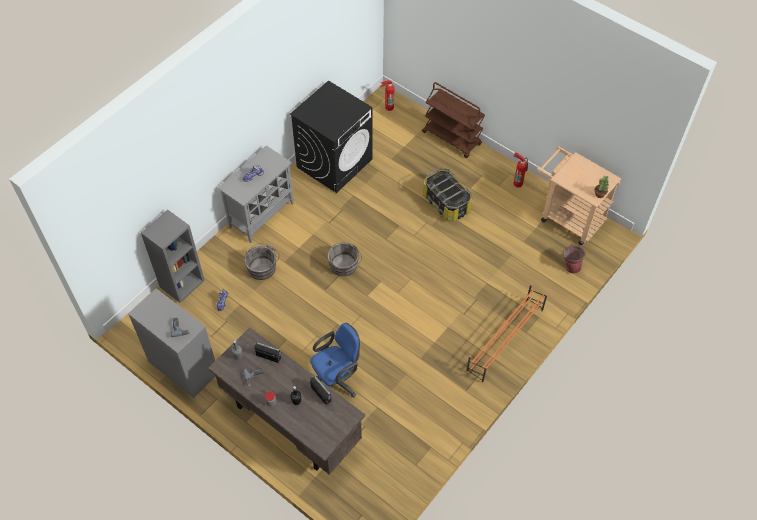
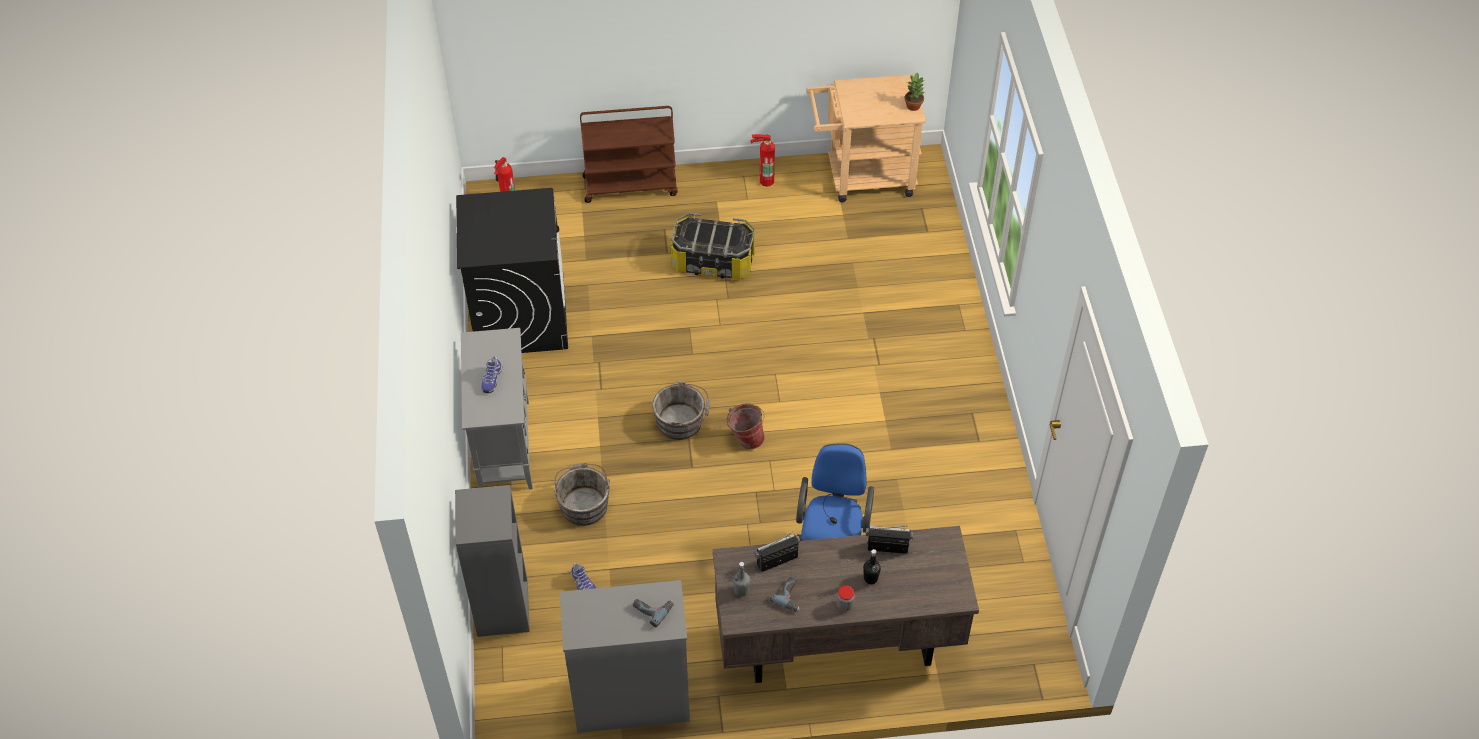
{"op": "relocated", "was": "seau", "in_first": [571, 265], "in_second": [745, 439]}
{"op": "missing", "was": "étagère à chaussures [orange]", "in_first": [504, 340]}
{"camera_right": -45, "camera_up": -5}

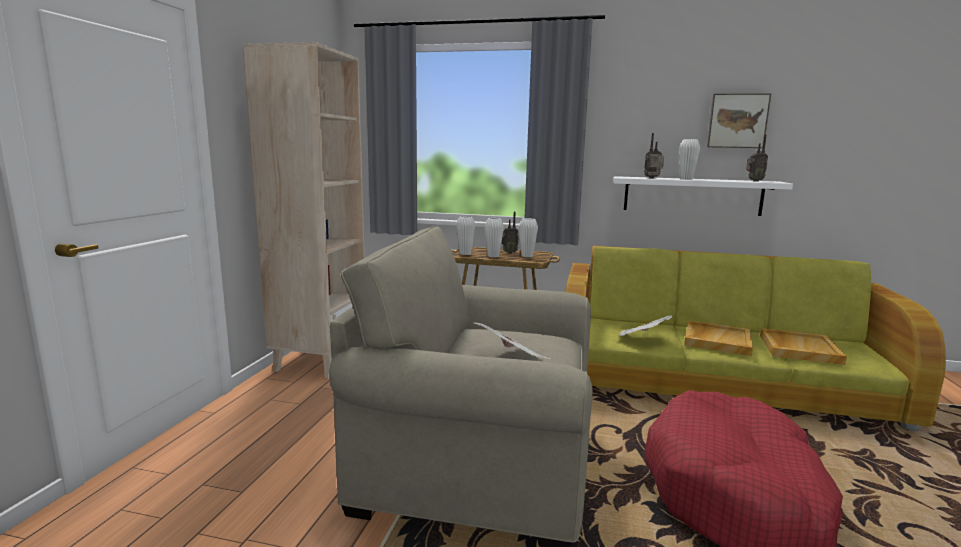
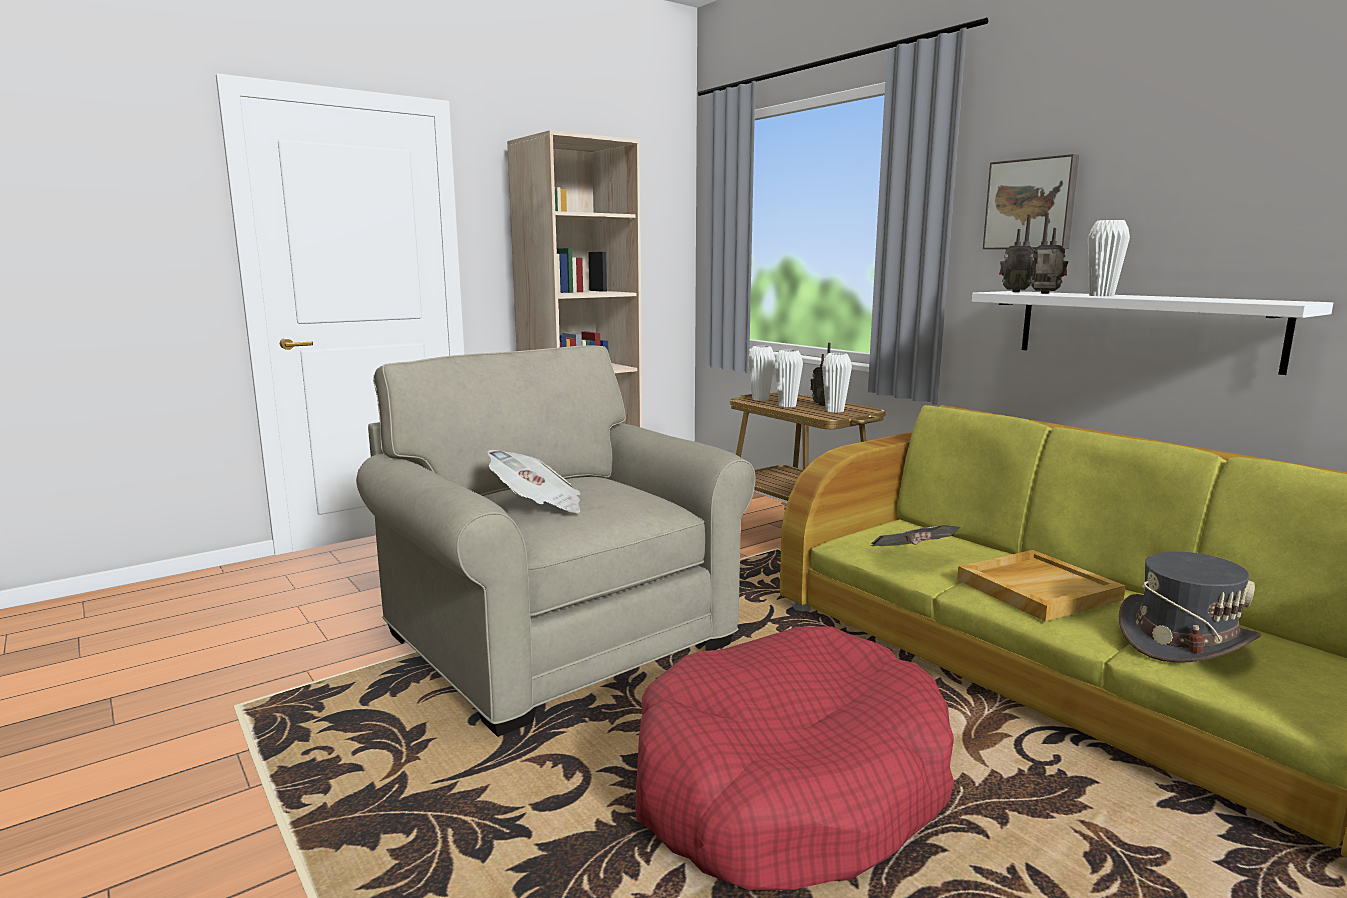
{"op": "relocated", "was": "tableau", "in_first": [737, 121], "in_second": [1031, 204]}
{"op": "relocated", "was": "radio", "in_first": [753, 181], "in_second": [1014, 292]}
{"op": "exchanged", "was": "plateau [beige]", "now": "chapeau [gris]", "in_first": [798, 349], "in_second": [1184, 640]}
{"camera_right": 40, "camera_up": 0}

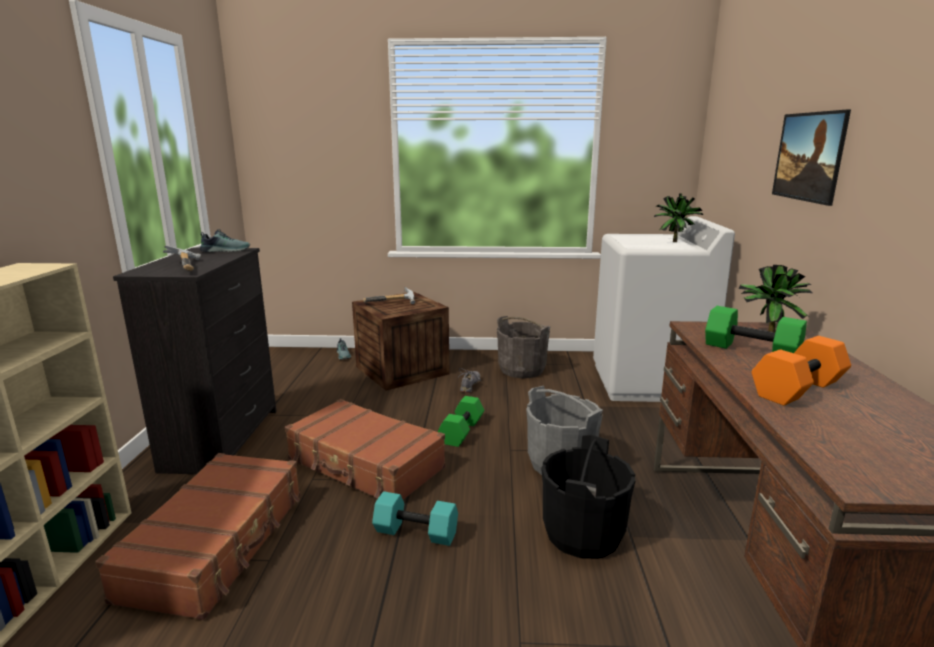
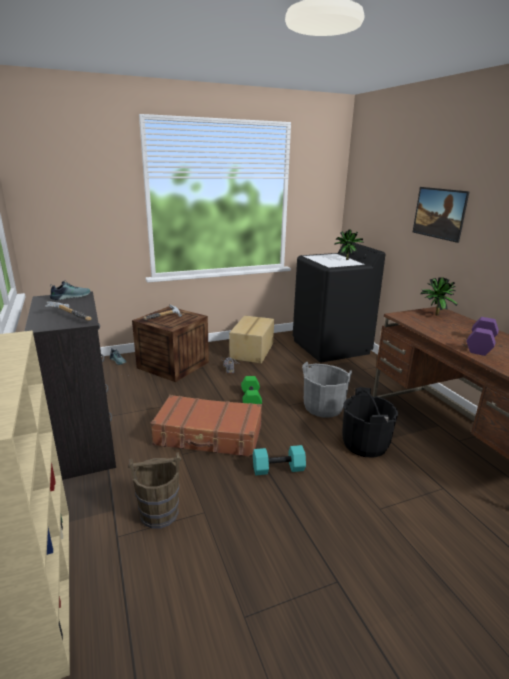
{"op": "exchanged", "was": "valise [marron]", "now": "seau [marron]", "in_first": [217, 544], "in_second": [159, 513]}
{"op": "exchanged", "was": "seau [gris]", "now": "carton", "in_first": [522, 369], "in_second": [252, 351]}
{"op": "colour", "was": "lave-linge [blanc]", "now": "lave-linge [noir]", "in_first": [647, 382], "in_second": [331, 347]}
{"op": "colour", "was": "haltère [orange]", "now": "haltère [violet]", "in_first": [796, 388], "in_second": [479, 345]}
{"op": "missing", "was": "haltère [vert]", "in_first": [752, 350]}
{"camera_right": -25, "camera_up": 5}

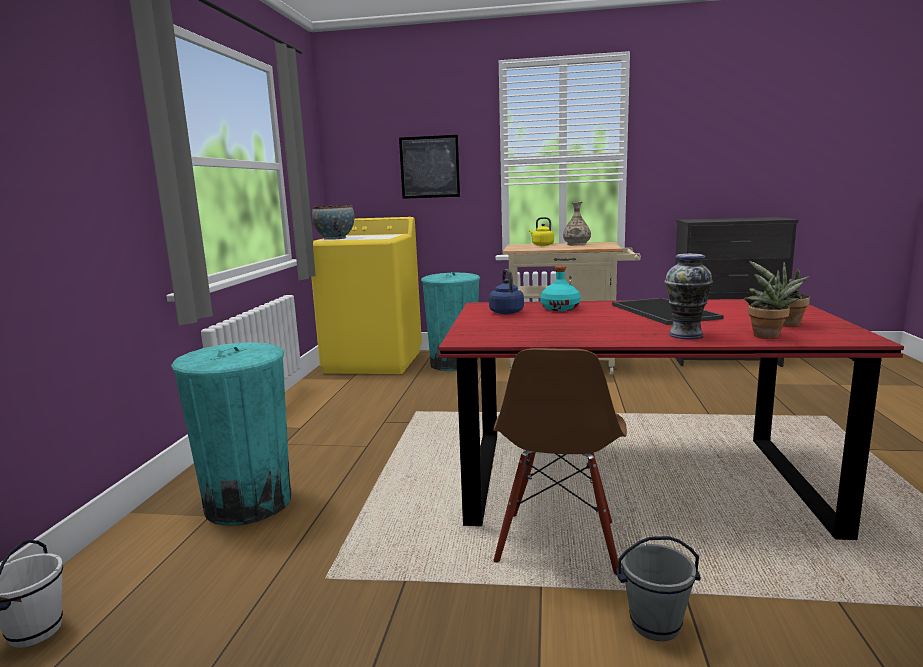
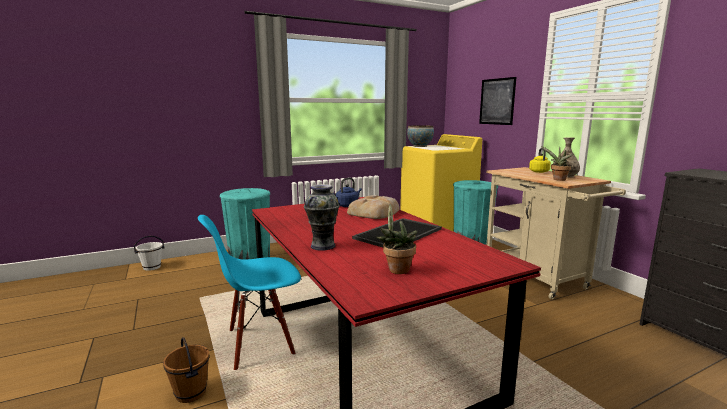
{"op": "colour", "was": "seau [gris]", "now": "seau [marron]", "in_first": [655, 625], "in_second": [190, 393]}
{"op": "colour", "was": "chaise [marron]", "now": "chaise [bleu]", "in_first": [558, 543], "in_second": [259, 343]}
{"op": "exchanged", "was": "bouteille [turquoise]", "now": "pain", "in_first": [560, 308], "in_second": [374, 212]}
{"op": "relocated", "was": "plante en pot", "in_first": [766, 337], "in_second": [558, 179]}
{"camera_right": 55, "camera_up": 0}

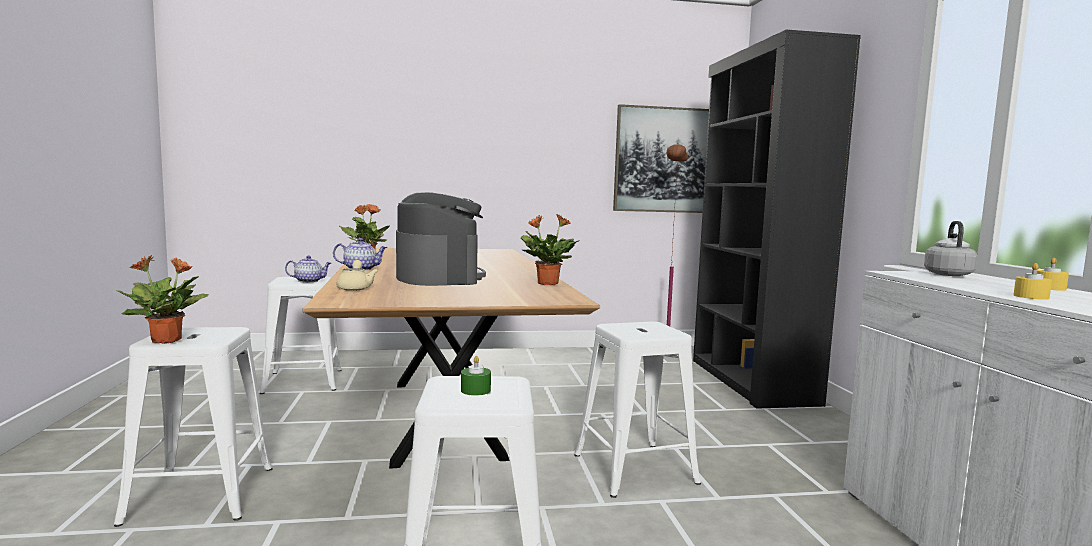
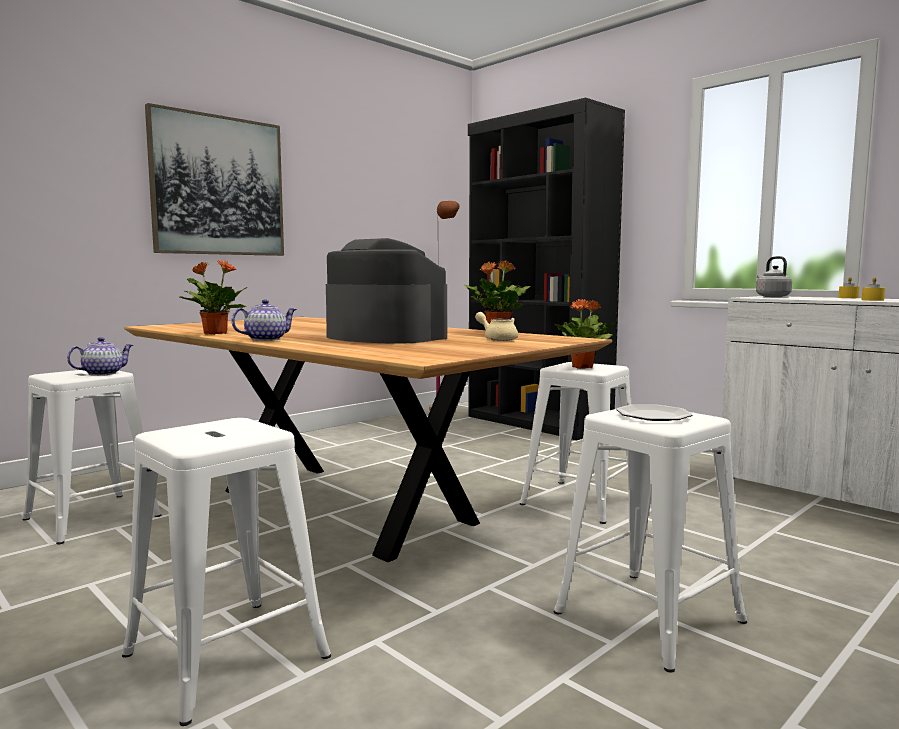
{"op": "relocated", "was": "tableau", "in_first": [665, 160], "in_second": [218, 186]}
{"op": "relocated", "was": "théière [beige]", "in_first": [355, 288], "in_second": [497, 339]}
{"op": "relocated", "was": "plante en pot", "in_first": [167, 340], "in_second": [583, 367]}
{"op": "exchanged", "was": "bougie [vert]", "now": "assiette", "in_first": [475, 390], "in_second": [654, 416]}
{"camera_right": -35, "camera_up": 0}

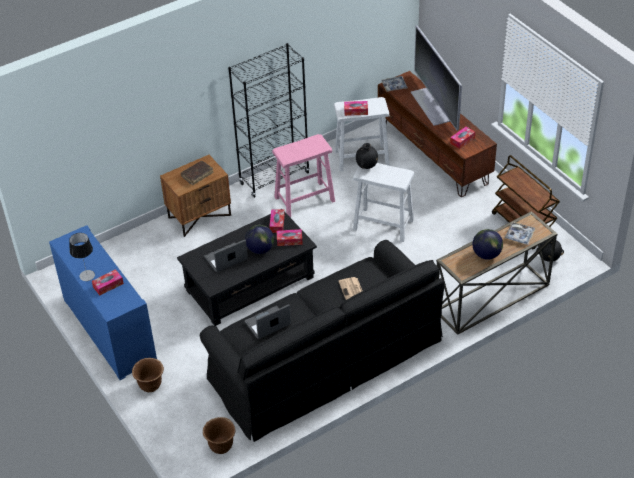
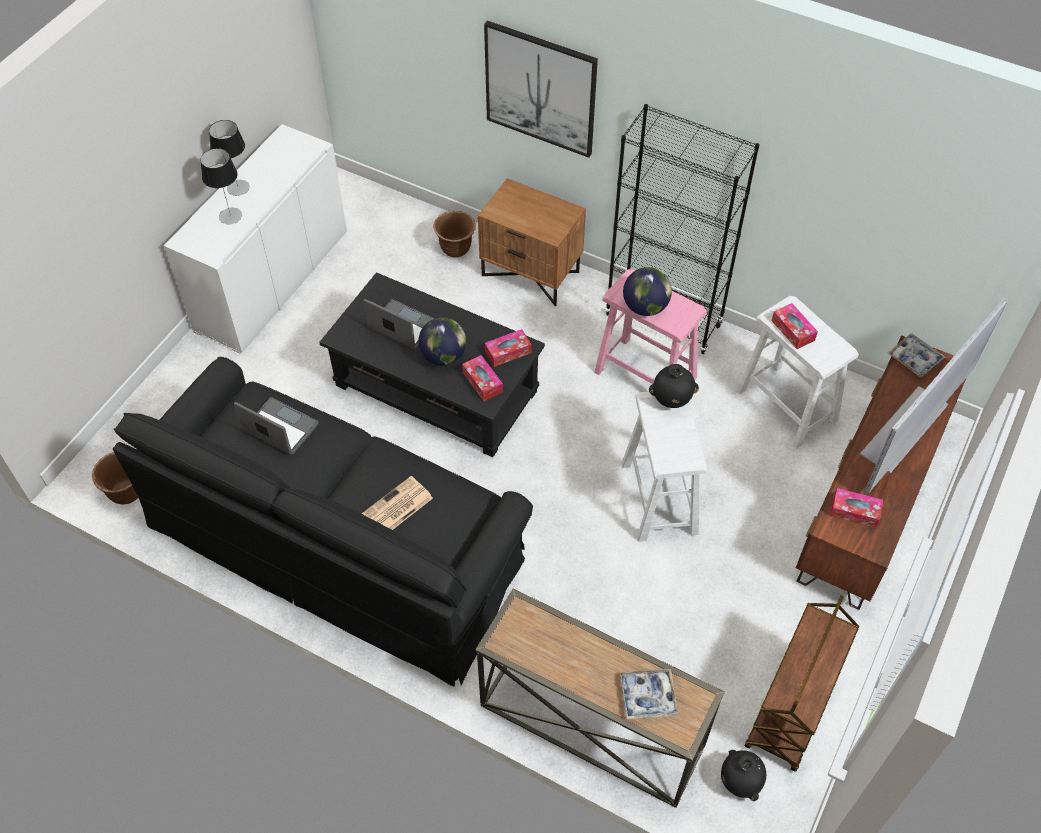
{"op": "colour", "was": "meuble de rangement [bleu]", "now": "meuble de rangement [blanc]", "in_first": [109, 330], "in_second": [272, 281]}
{"op": "exchanged", "was": "boîte à mouchoirs", "now": "lampe de table", "in_first": [108, 285], "in_second": [230, 216]}
{"op": "relocated", "was": "cache-pot [marron]", "in_first": [150, 385], "in_second": [456, 249]}
{"op": "appeared", "now": "tableau", "in_second": [540, 89]}
{"op": "relocated", "was": "globe", "in_first": [486, 255], "in_second": [645, 307]}
{"op": "missing", "was": "livre [marron]", "in_first": [197, 175]}
{"camera_right": 60, "camera_up": 10}

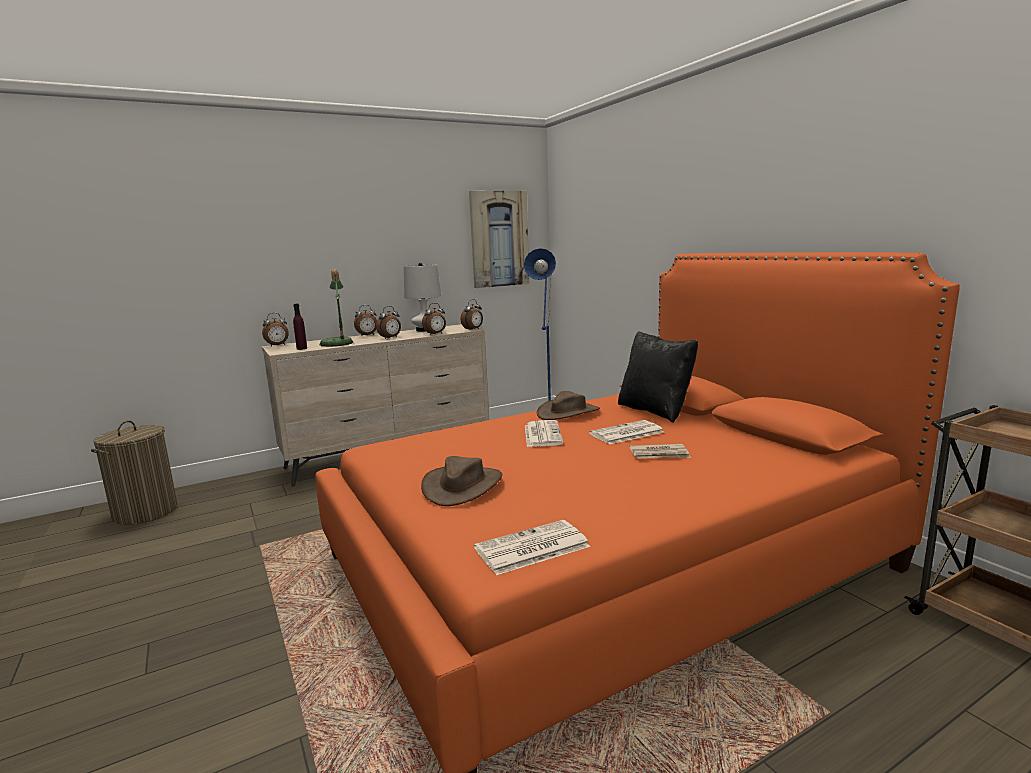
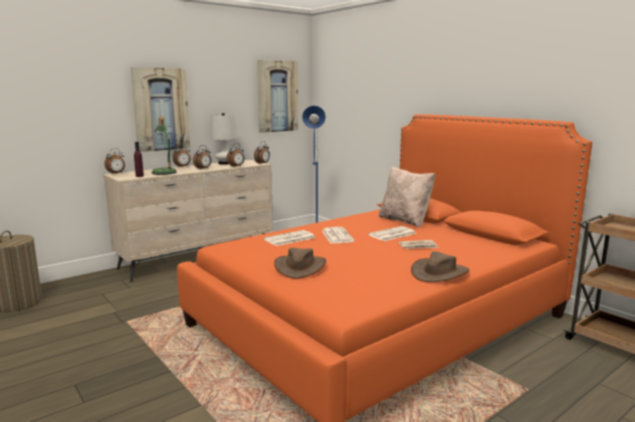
{"op": "appeared", "now": "tableau", "in_second": [161, 109]}
{"op": "relocated", "was": "journal", "in_first": [531, 548], "in_second": [289, 239]}
{"op": "colour", "was": "coussin [noir]", "now": "coussin [beige]", "in_first": [655, 411], "in_second": [405, 221]}
{"op": "relocated", "was": "chapeau [marron]", "in_first": [568, 412], "in_second": [439, 272]}
{"camera_right": -10, "camera_up": 0}

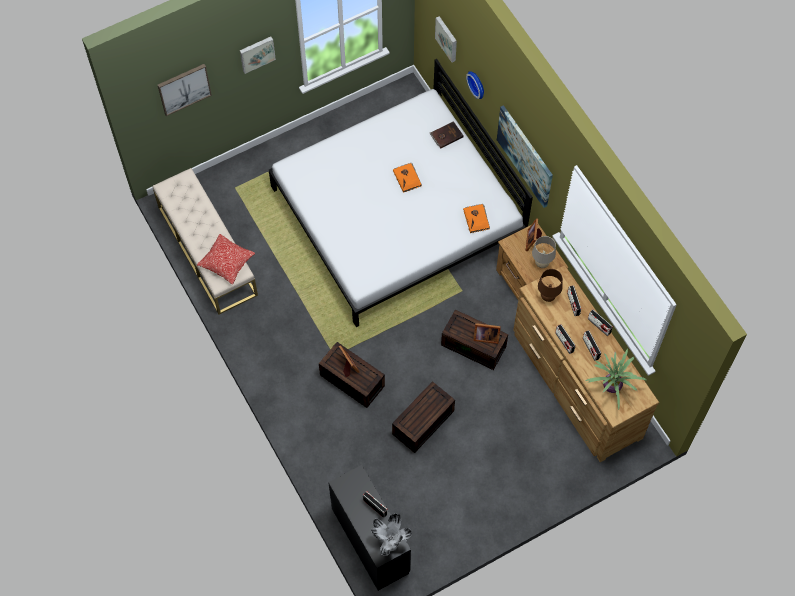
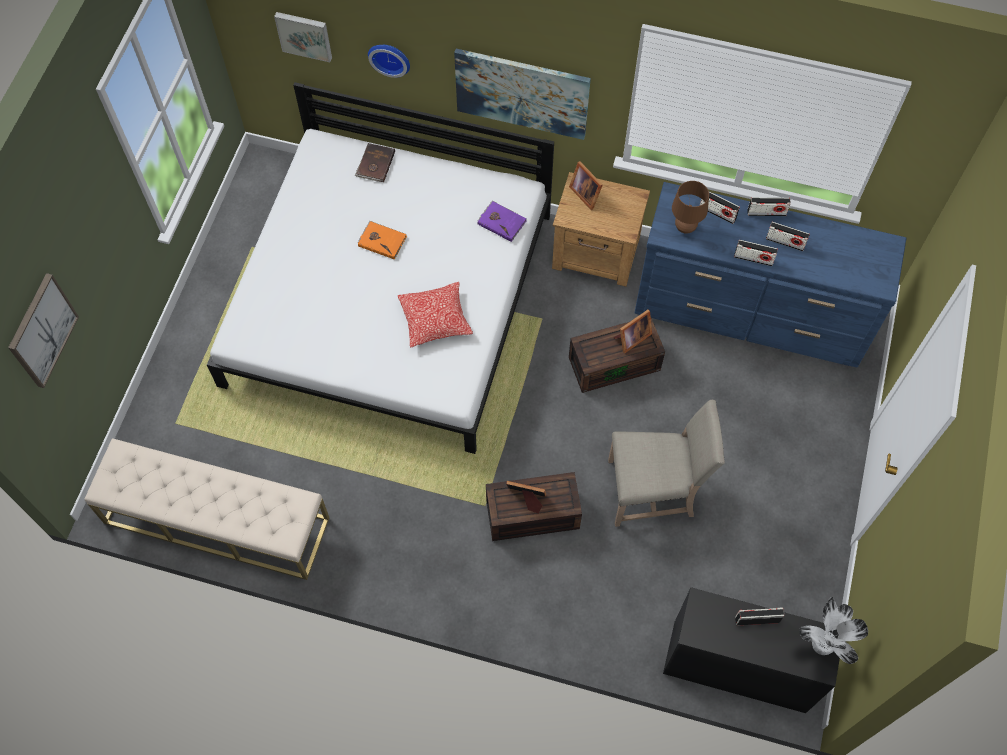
{"op": "relocated", "was": "coussin", "in_first": [226, 262], "in_second": [435, 319]}
{"op": "colour", "was": "livre [orange]", "now": "livre [violet]", "in_first": [476, 219], "in_second": [502, 222]}
{"op": "exchanged", "was": "boîte de rangement [marron]", "now": "chaise [beige]", "in_first": [423, 423], "in_second": [654, 490]}
{"op": "colour", "was": "commode [marron]", "now": "commode [bleu]", "in_first": [576, 384], "in_second": [751, 312]}
{"op": "missing", "was": "tableau", "in_first": [256, 53]}
{"op": "missing", "was": "lampe de table [beige]", "in_first": [541, 263]}
{"op": "missing", "was": "plante en pot", "in_first": [611, 387]}
{"camera_right": -45, "camera_up": 0}

